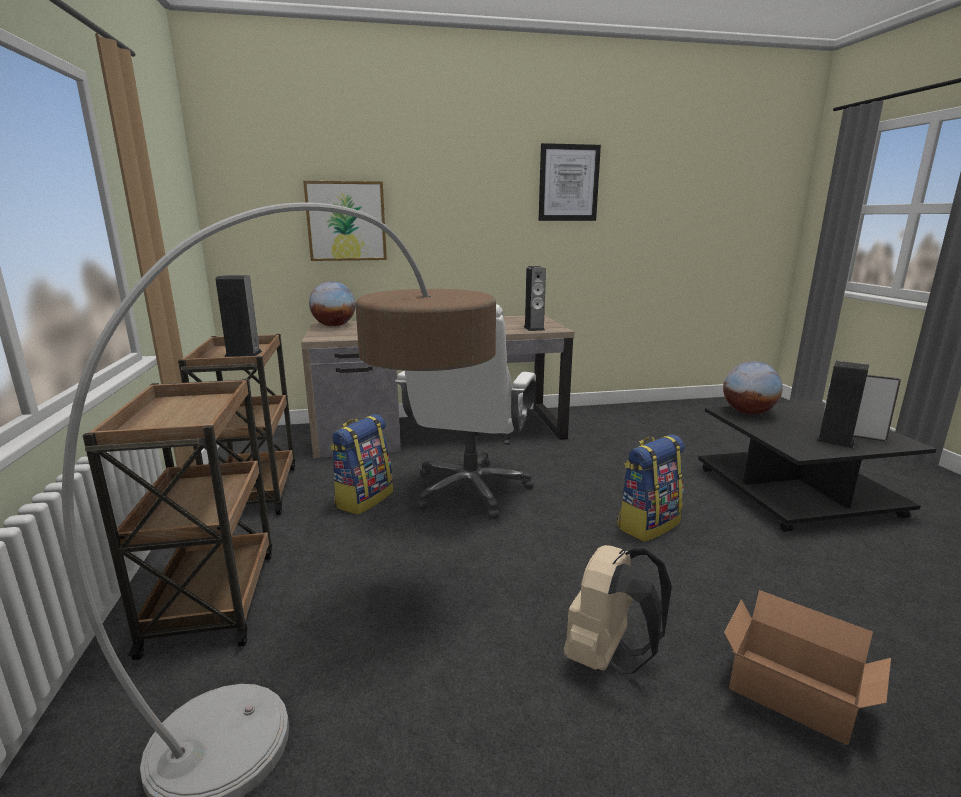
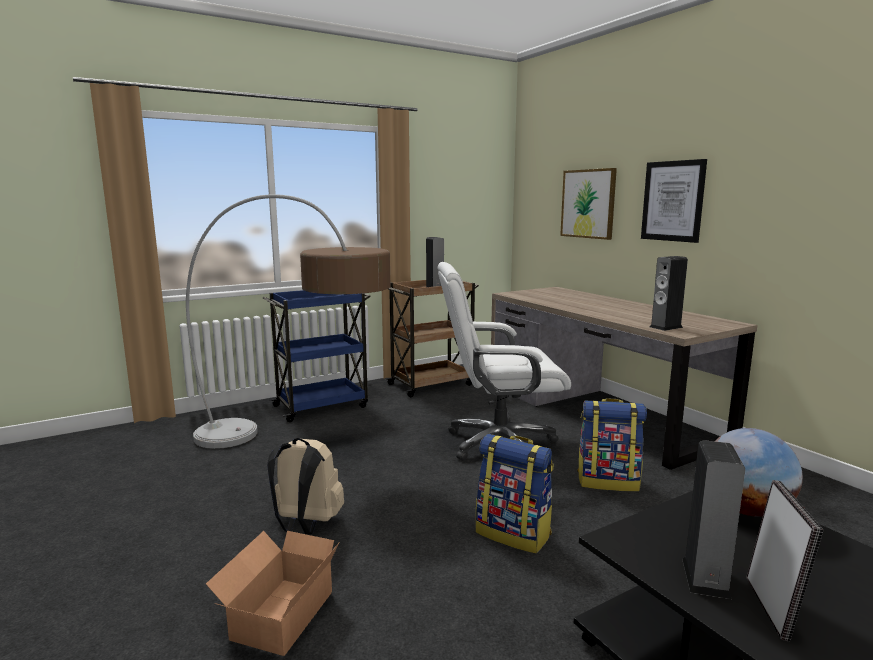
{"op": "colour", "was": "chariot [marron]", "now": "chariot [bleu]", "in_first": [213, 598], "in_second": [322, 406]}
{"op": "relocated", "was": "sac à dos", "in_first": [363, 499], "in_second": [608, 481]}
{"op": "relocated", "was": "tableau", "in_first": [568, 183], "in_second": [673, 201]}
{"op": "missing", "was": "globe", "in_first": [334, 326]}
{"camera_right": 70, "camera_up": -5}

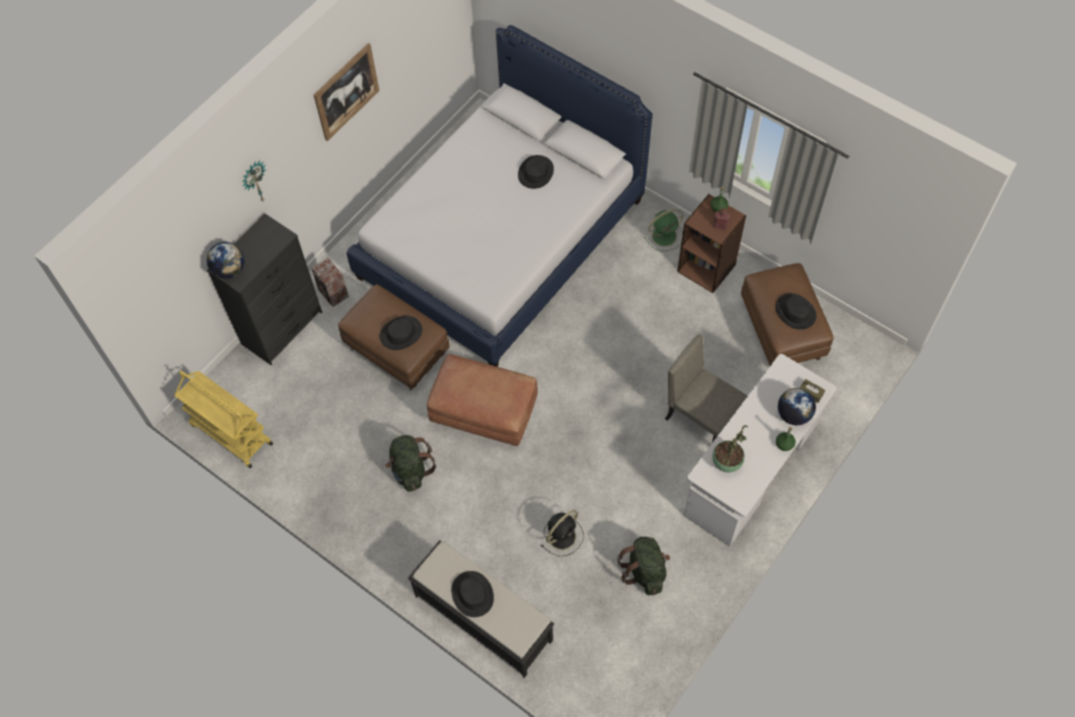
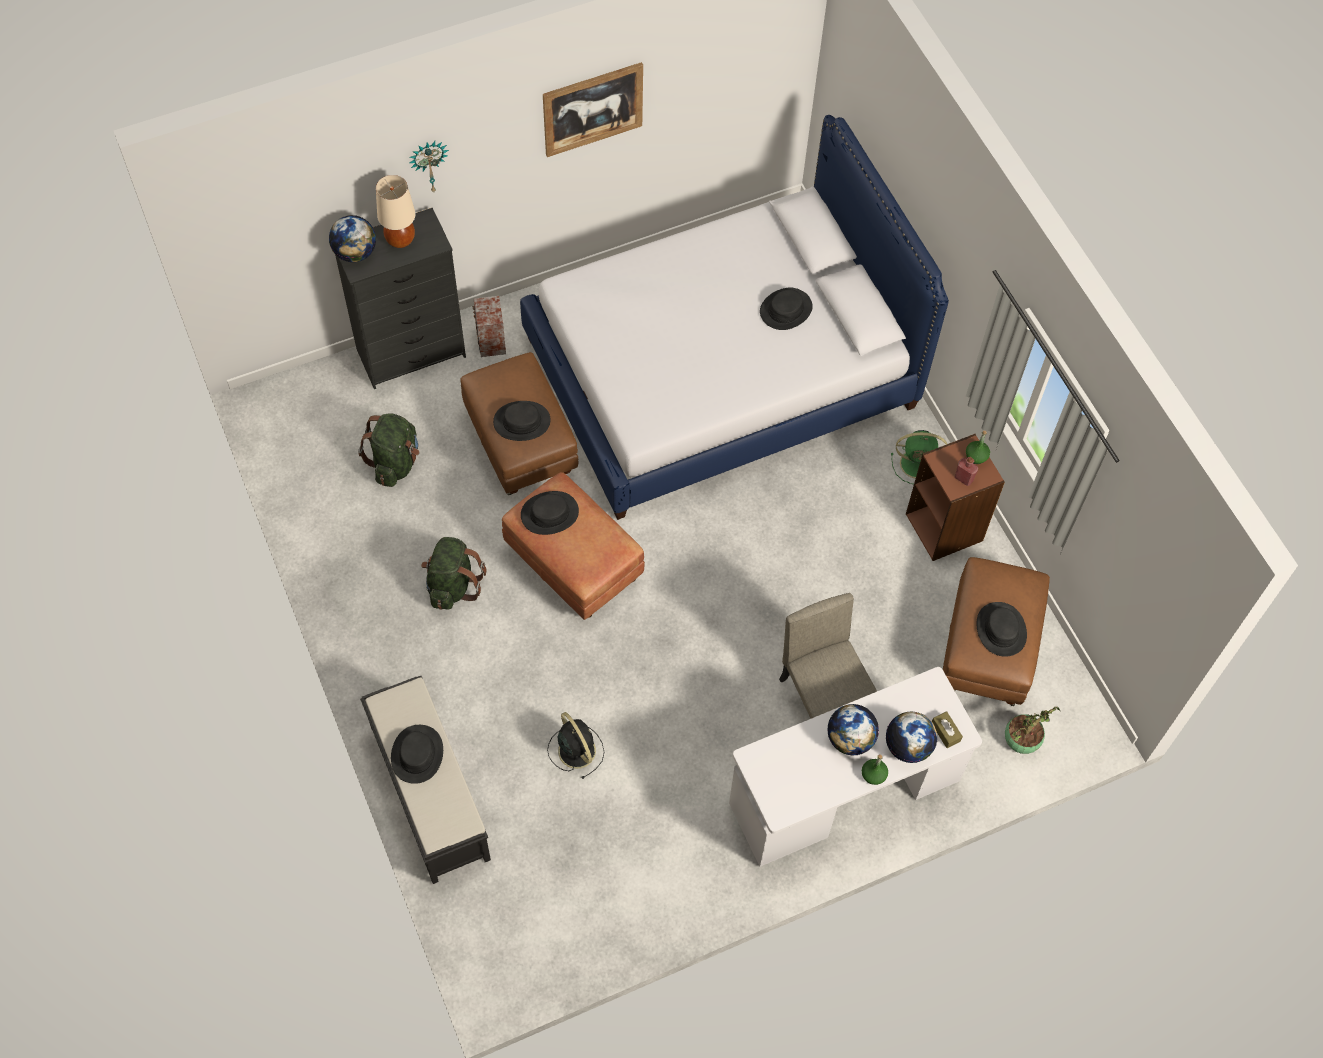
{"op": "relocated", "was": "sac à dos [vert]", "in_first": [644, 571], "in_second": [395, 462]}
{"op": "appeared", "now": "lampe de table [beige]", "in_second": [400, 240]}
{"op": "appeared", "now": "chapeau [noir]", "in_second": [549, 513]}
{"op": "spun", "was": "ventilateur [noir]", "in_first": [563, 535], "in_second": [576, 749], "clockwise": -105}
{"op": "appeared", "now": "globe", "in_second": [849, 739]}
{"op": "relocated", "was": "plante en pot", "in_first": [727, 462], "in_second": [1021, 740]}
{"op": "missing", "was": "chariot [jaune]", "in_first": [230, 434]}
{"camera_right": 25, "camera_up": 0}

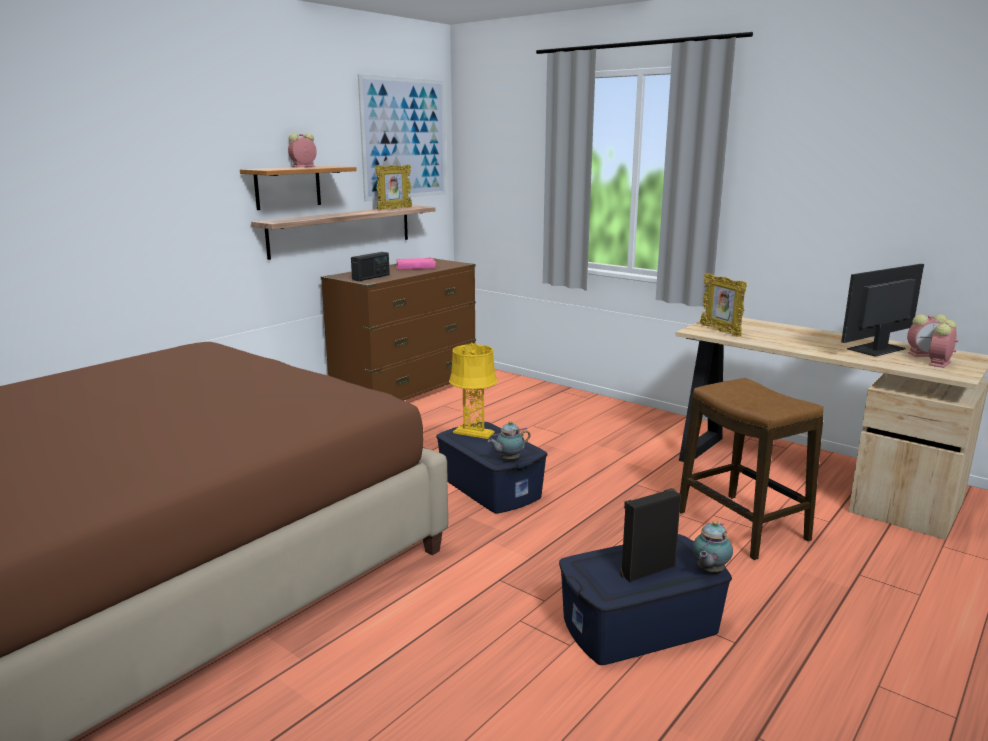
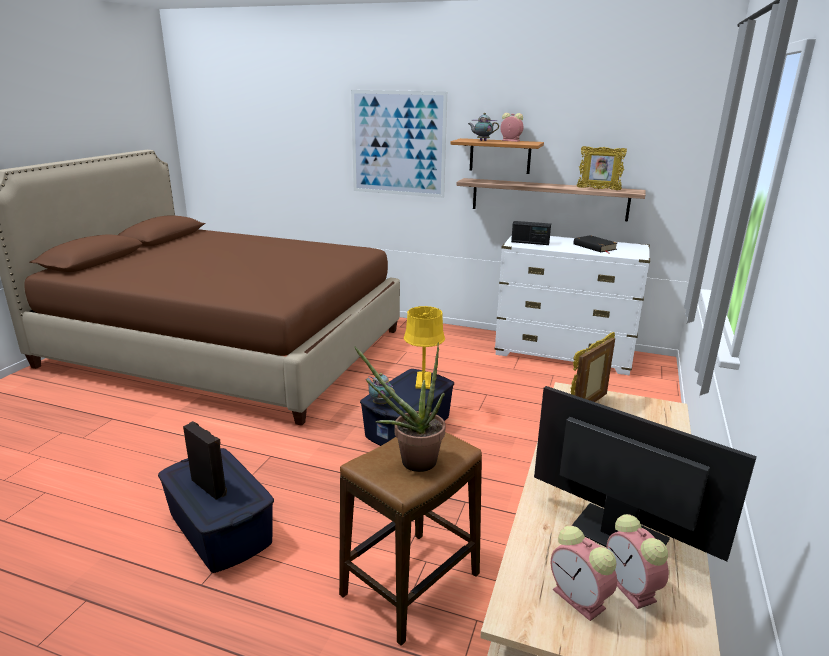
{"op": "relocated", "was": "tableau", "in_first": [404, 139], "in_second": [398, 144]}
{"op": "appeared", "now": "plante en pot", "in_second": [410, 462]}
{"op": "relocated", "was": "théière", "in_first": [709, 570], "in_second": [482, 140]}
{"op": "colour", "was": "commode [marron]", "now": "commode [blanc]", "in_first": [406, 392], "in_second": [563, 354]}
{"op": "spun", "was": "réveil", "in_first": [939, 364], "in_second": [581, 600], "clockwise": -150}
{"op": "colour", "was": "livre [rose]", "now": "livre [noir]", "in_first": [415, 267], "in_second": [594, 247]}
{"camera_right": 70, "camera_up": 5}

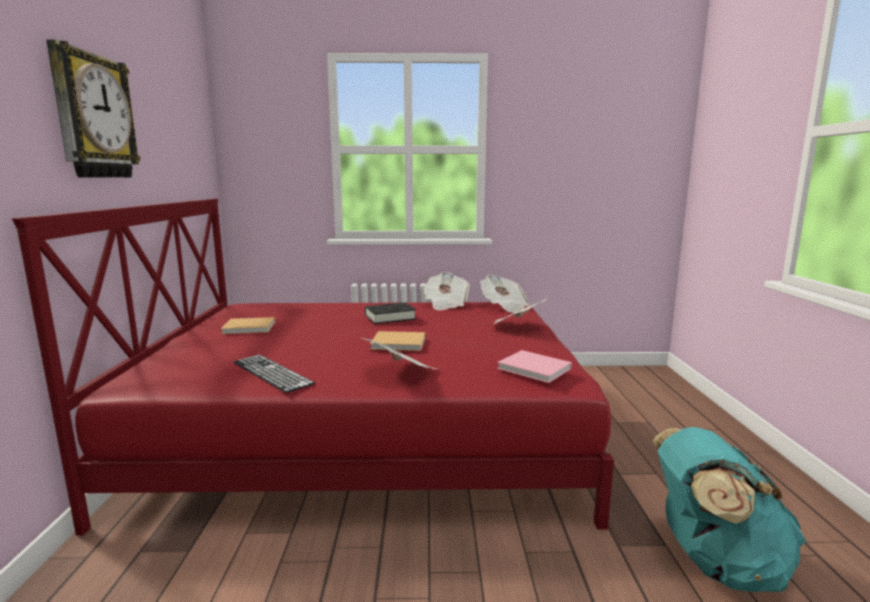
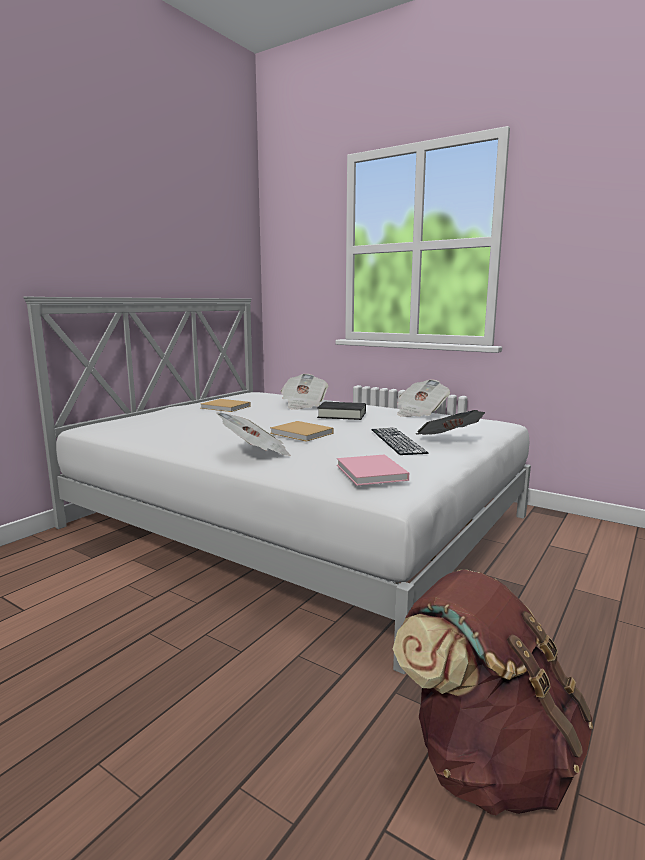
{"op": "colour", "was": "lit [rouge]", "now": "lit [blanc]", "in_first": [367, 433], "in_second": [296, 522]}
{"op": "relocated", "was": "journal", "in_first": [504, 306], "in_second": [303, 405]}
{"op": "relocated", "was": "clavier", "in_first": [272, 373], "in_second": [397, 441]}
{"op": "colour", "was": "sac à dos [turquoise]", "now": "sac à dos [marron]", "in_first": [714, 562], "in_second": [485, 760]}
{"op": "missing", "was": "horloge murale", "in_first": [93, 117]}
{"camera_right": 35, "camera_up": 0}

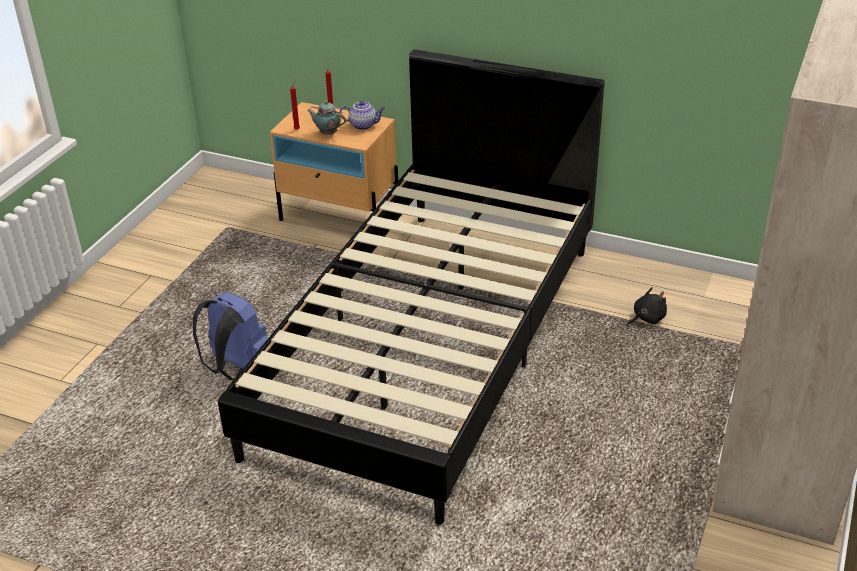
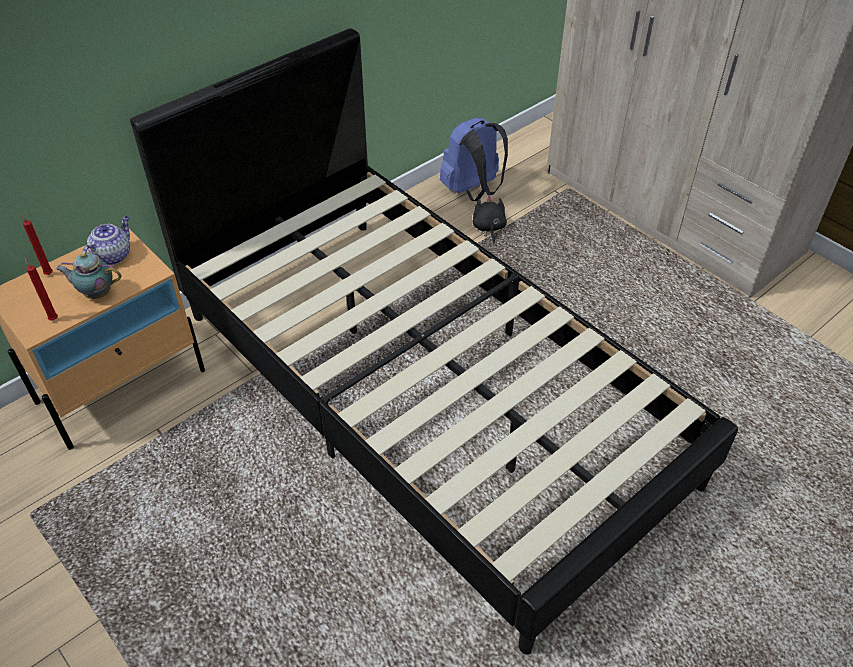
{"op": "spun", "was": "théière", "in_first": [327, 133], "in_second": [96, 293], "clockwise": 45}
{"op": "relocated", "was": "sac à dos [bleu]", "in_first": [236, 368], "in_second": [473, 191]}
{"camera_right": -65, "camera_up": 10}

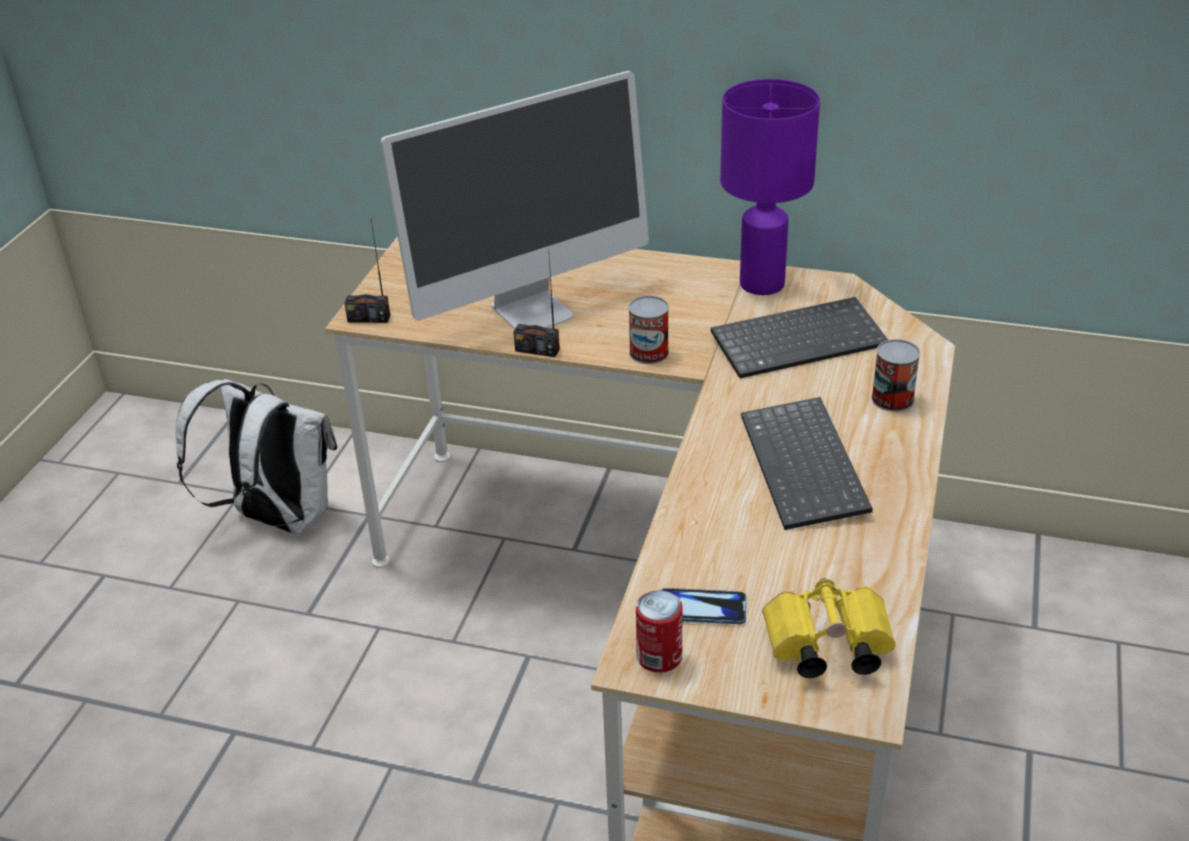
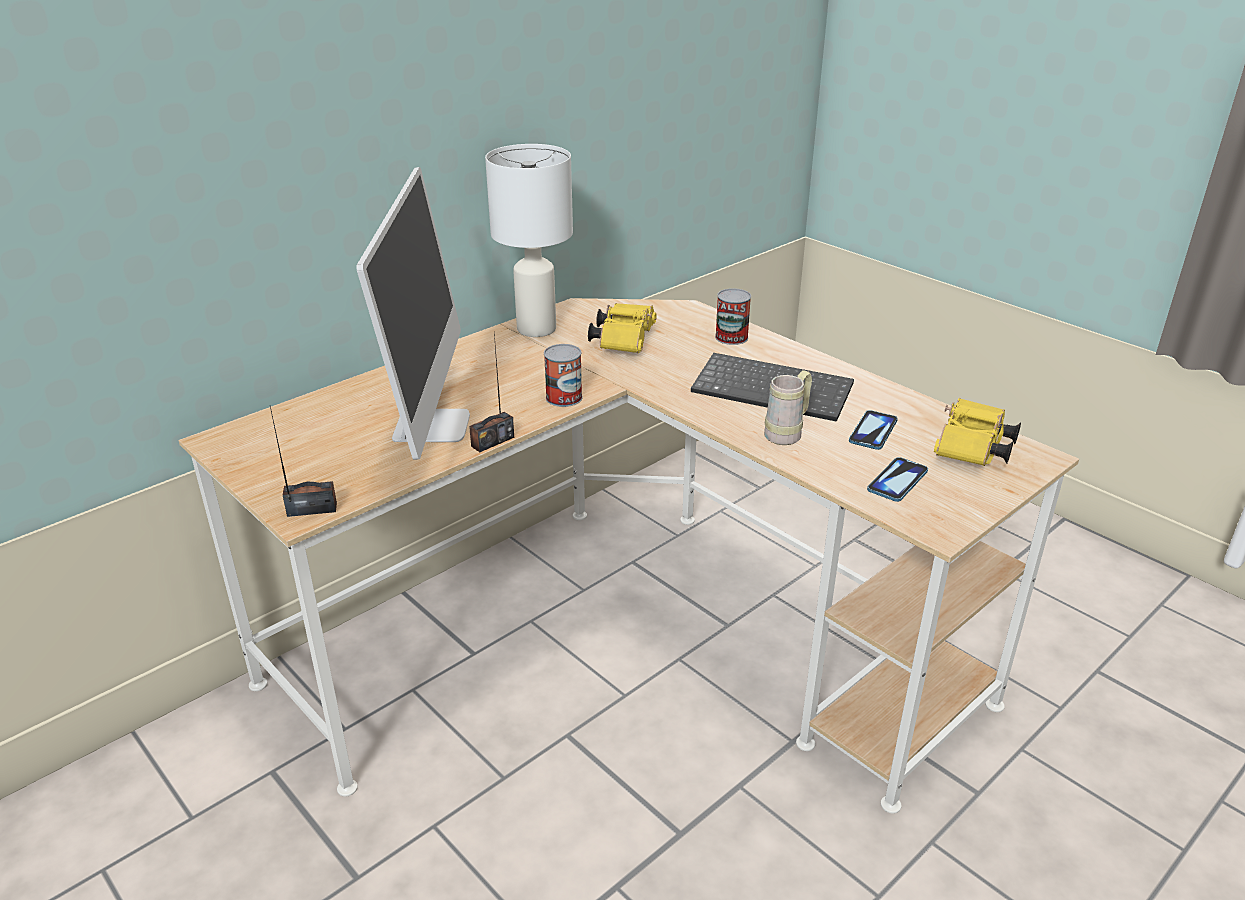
{"op": "spun", "was": "radio", "in_first": [369, 318], "in_second": [312, 510], "clockwise": -135}
{"op": "colour", "was": "lampe de table [violet]", "now": "lampe de table [blanc]", "in_first": [761, 283], "in_second": [535, 329]}
{"op": "exchanged", "was": "clavier", "now": "jumelles [jaune]", "in_first": [799, 339], "in_second": [624, 341]}
{"op": "appeared", "now": "mug [beige]", "in_second": [788, 433]}
{"op": "appeared", "now": "téléphone", "in_second": [873, 431]}
{"op": "missing", "was": "sac à dos [blanc]", "in_first": [277, 518]}
{"op": "missing", "was": "boîte métallique", "in_first": [659, 657]}
{"camera_right": -60, "camera_up": -5}

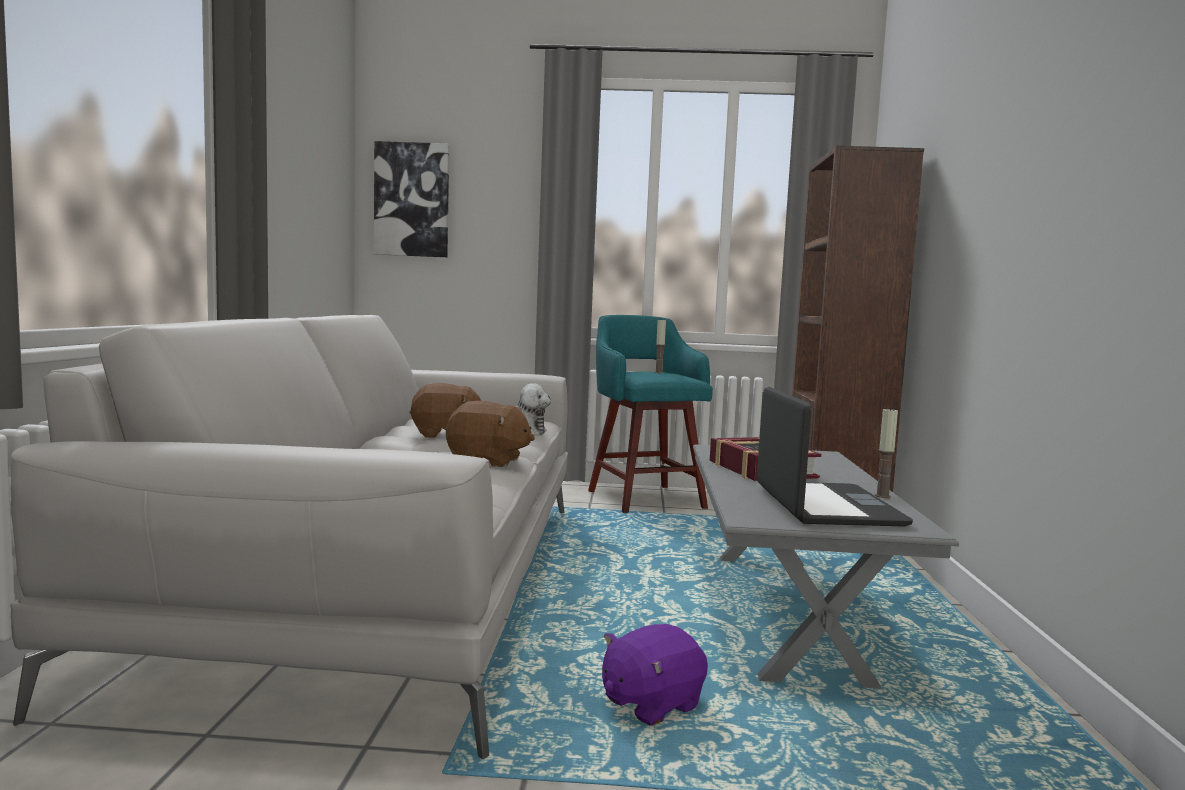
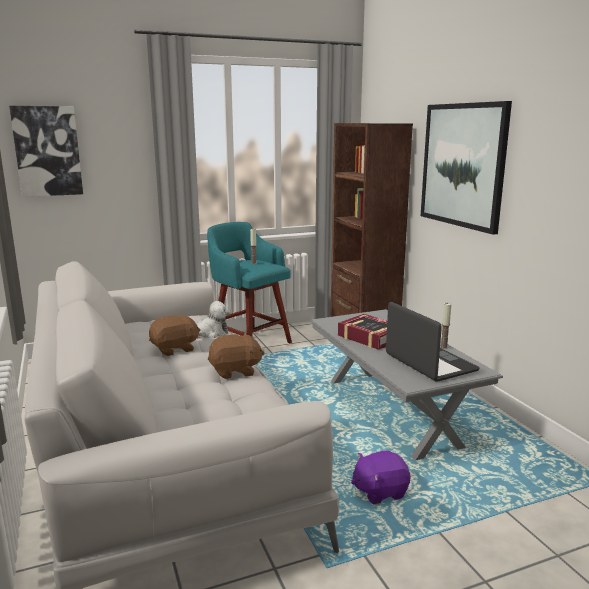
{"op": "spun", "was": "peluche [violet]", "in_first": [650, 704], "in_second": [379, 491], "clockwise": 45}
{"op": "appeared", "now": "tableau", "in_second": [463, 165]}
{"camera_right": -25, "camera_up": 10}

